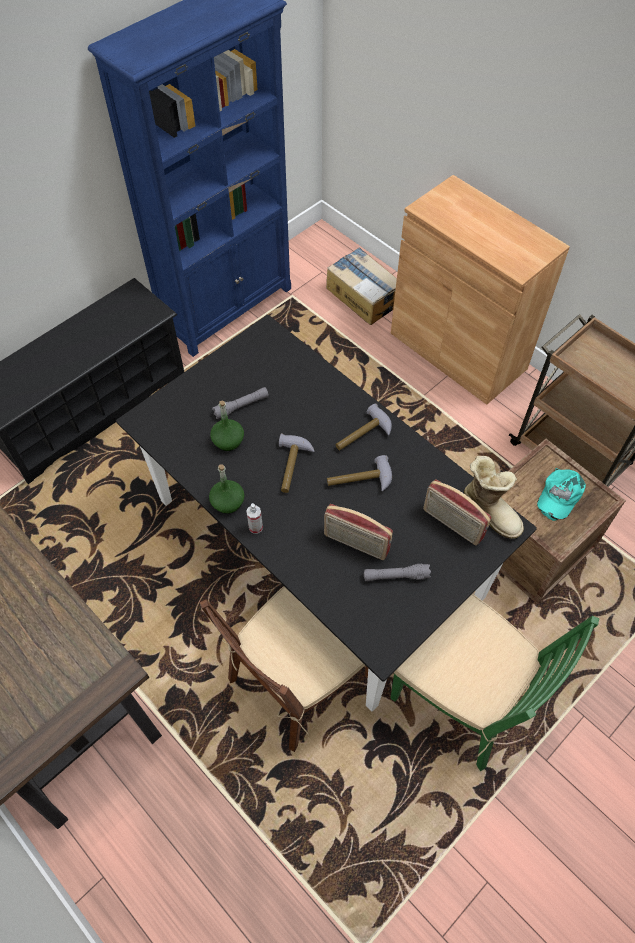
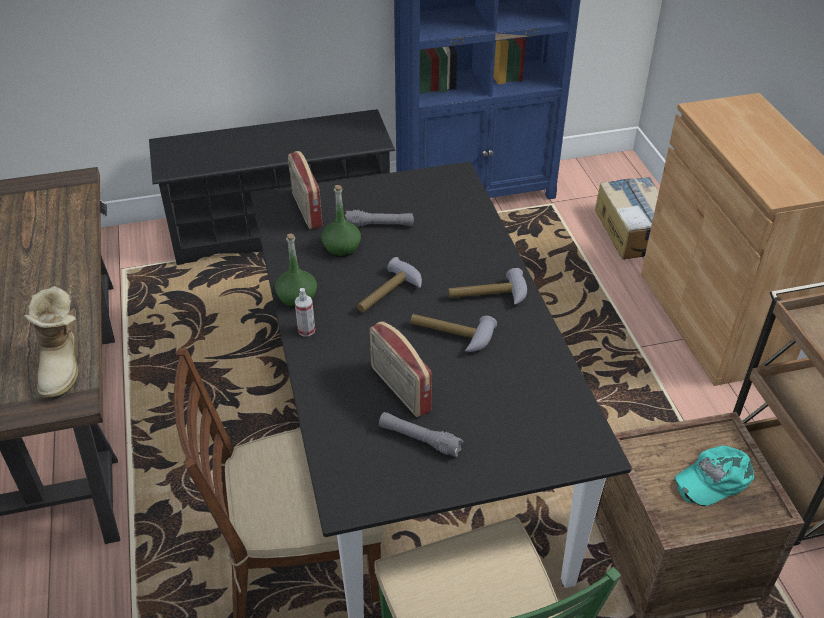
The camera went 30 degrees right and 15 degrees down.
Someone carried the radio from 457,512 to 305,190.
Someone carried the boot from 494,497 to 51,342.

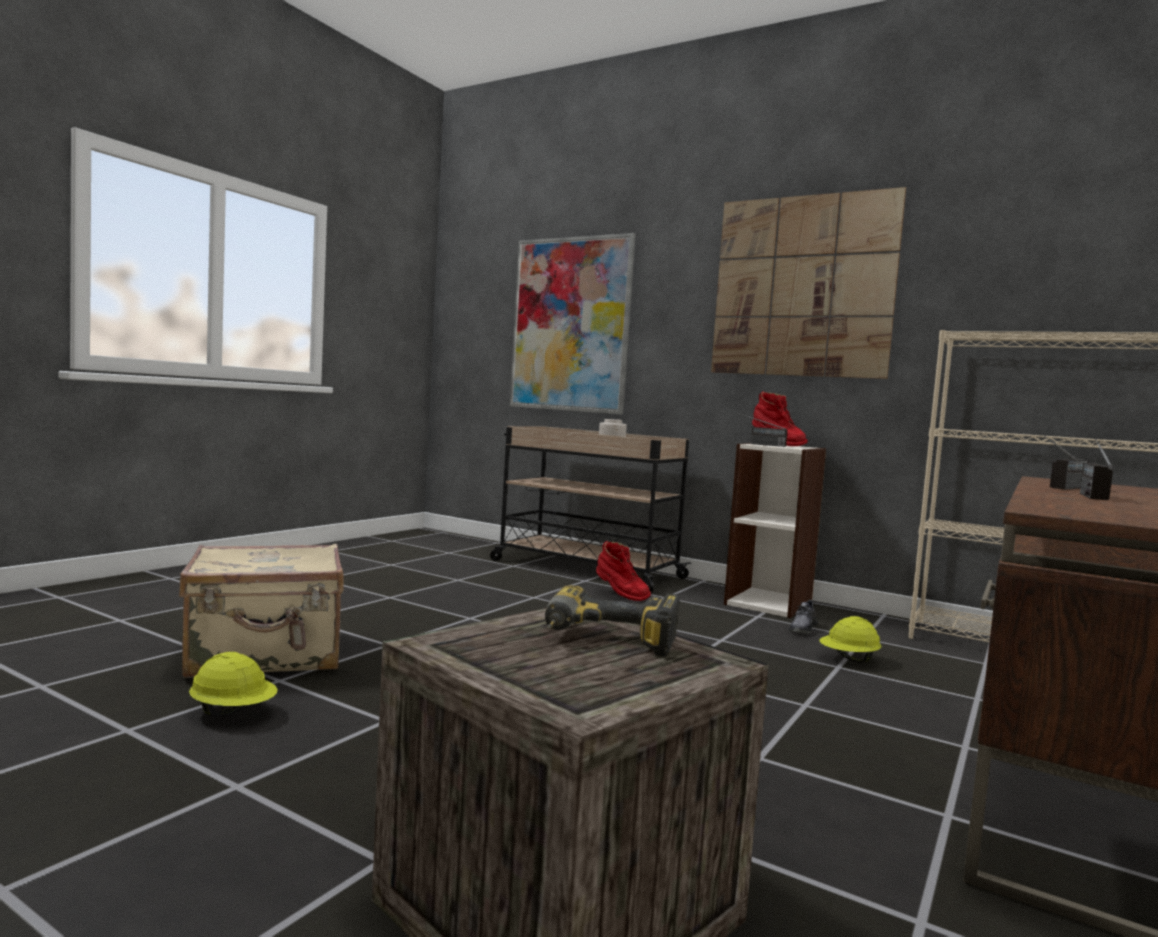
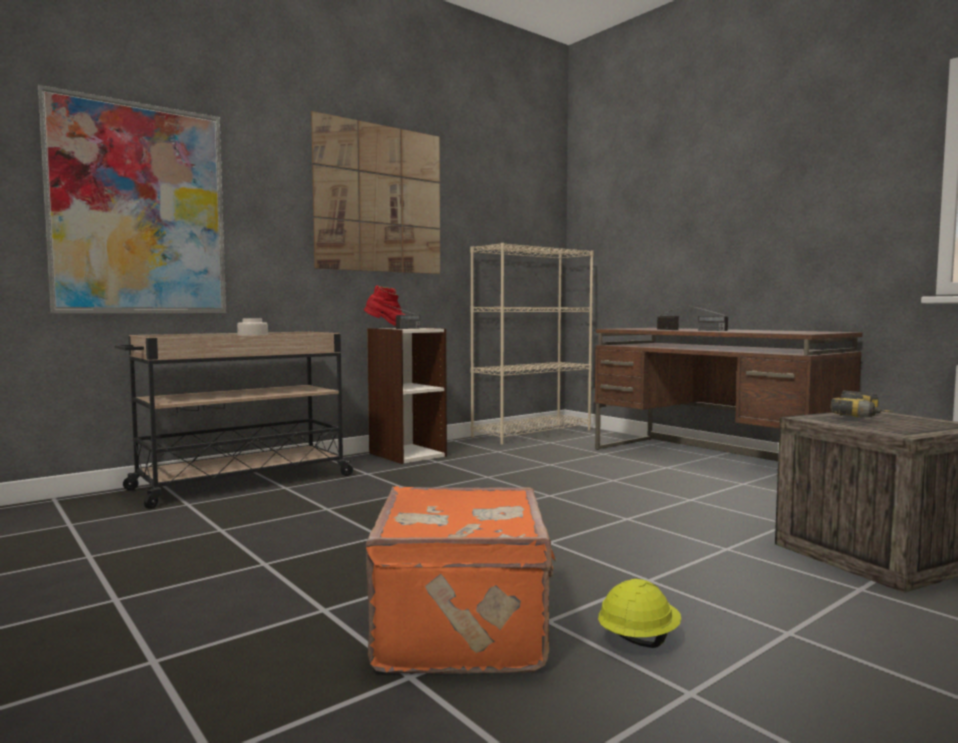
The camera went 70 degrees left and 0 degrees up.
Someone repainted the beige-coloured suitcase at 261,611, which became the orange-coloured suitcase at 461,580.
Someone took away the reddish boot at 623,571.
Someone took away the grey low shoe at 803,617.
Someone took away the yellowish safety helmet at 850,639.

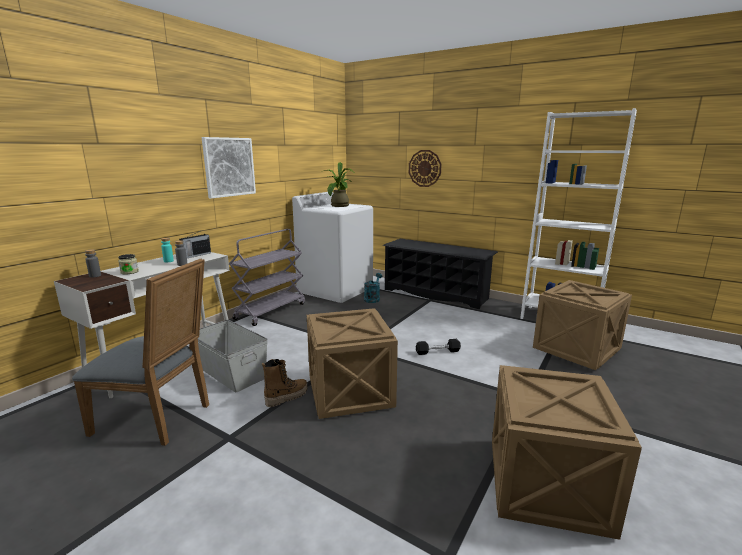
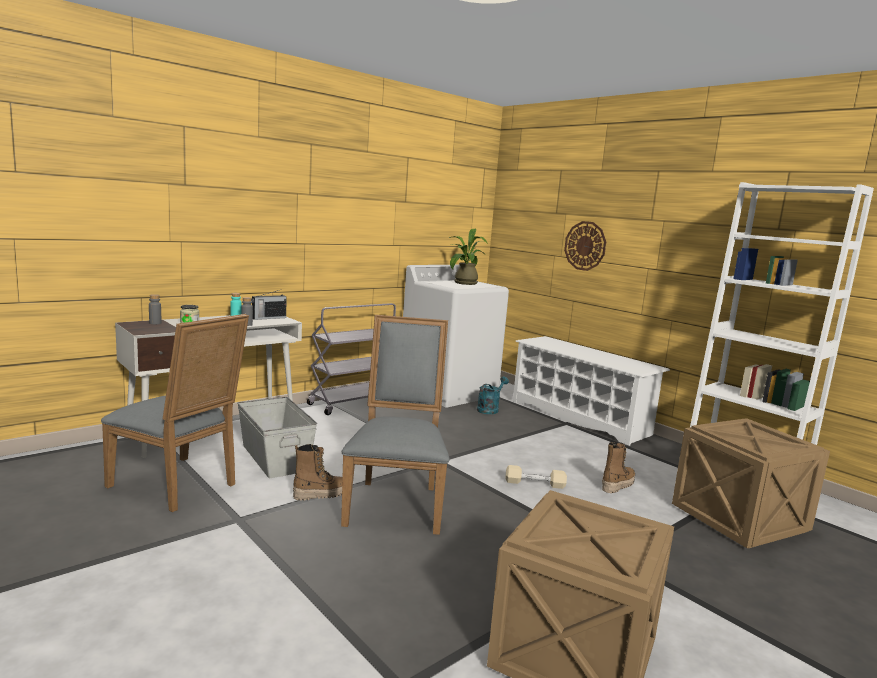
The camera went 15 degrees right and 5 degrees down.
Someone took away the wall art at 229,168.
Someone swapped the shipping crate at 352,363 for the grey plain chair at 395,425.
Someone repainted the blackish shoe shelf at 440,274, which became the white shoe shelf at 591,391.
Someone repainted the blackish dumbbell at 438,347, which became the beige-coloured dumbbell at 536,477.
Someone put down the boot at 618,467.

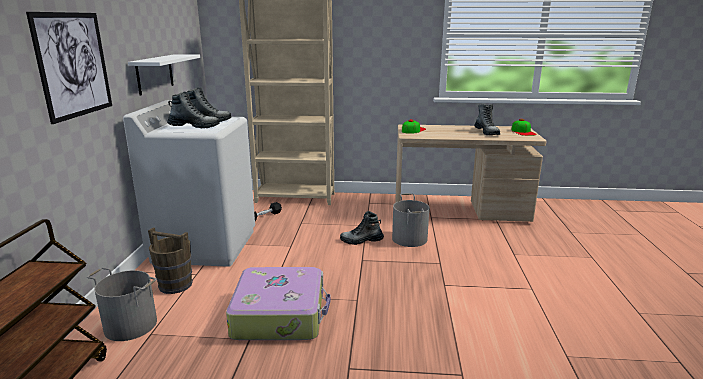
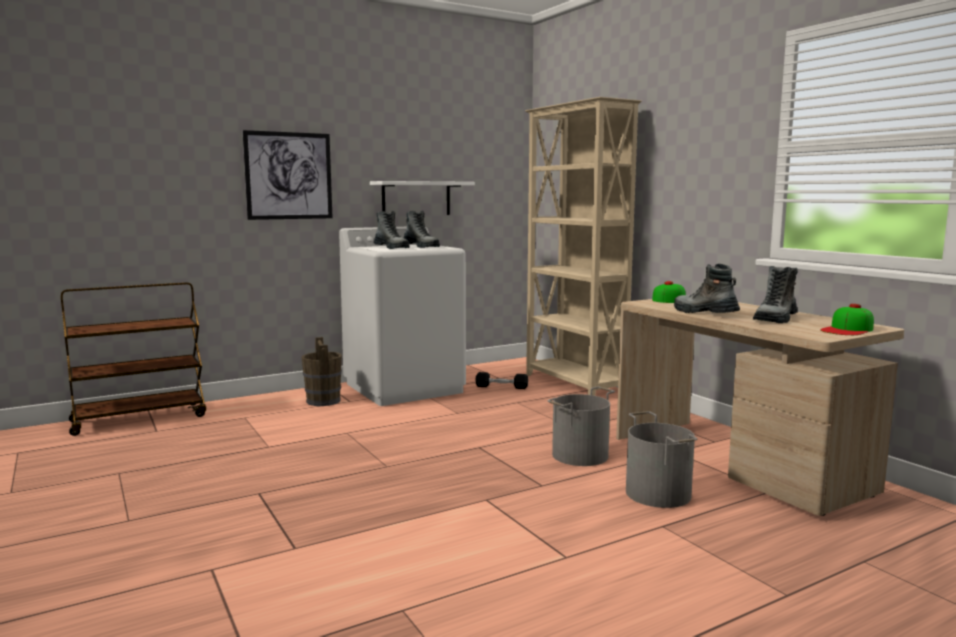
The camera went 55 degrees right and 10 degrees down.
Someone carried the grey water bucket from 122,304 to 662,459.
Someone took away the suitcase at 278,303.
Someone carried the boot from 362,228 to 707,288.

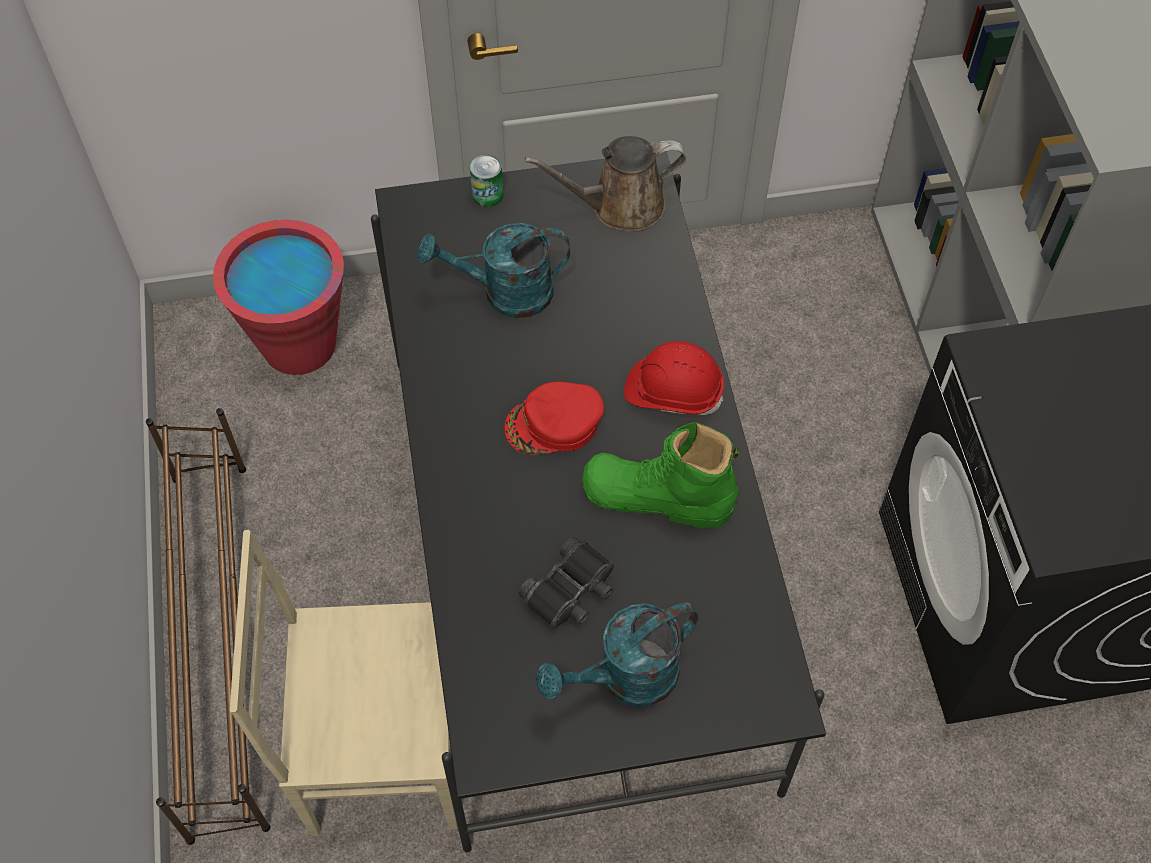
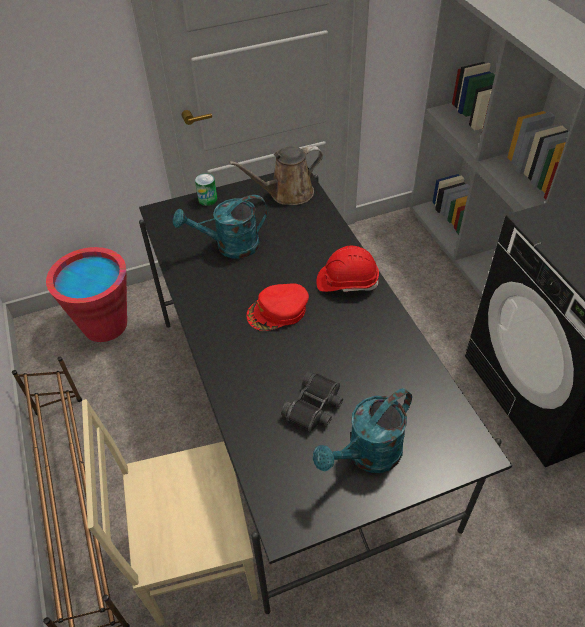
The camera went 10 degrees left and 10 degrees down.
Someone took away the green boot at 660,475.

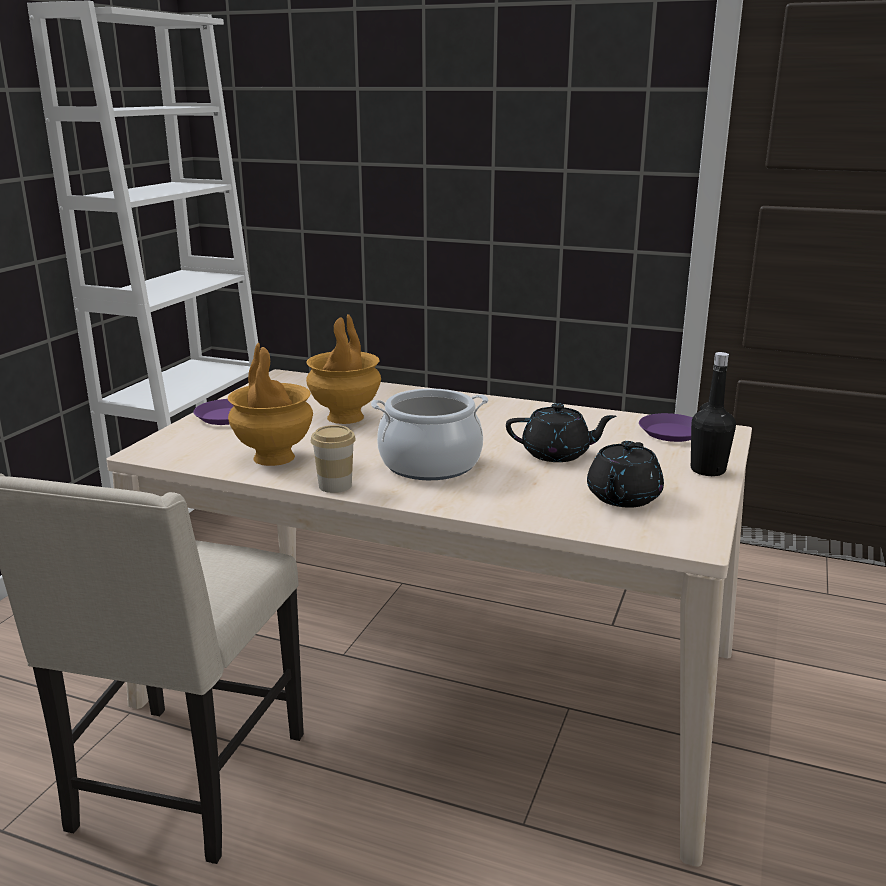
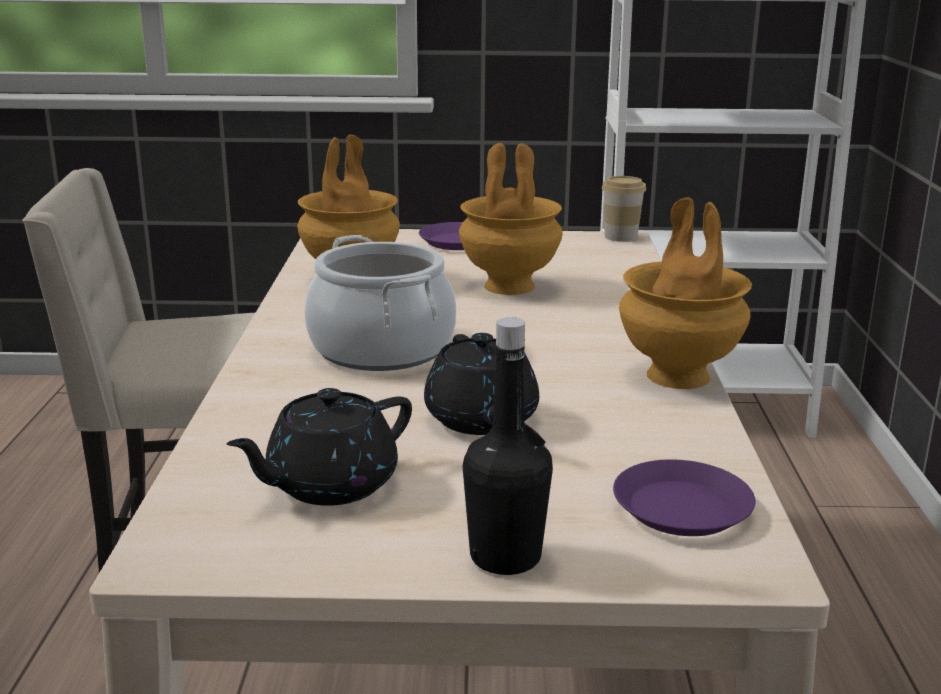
The camera went 70 degrees right and 0 degrees up.
Someone carried the drinking cup from 333,459 to 624,209.
Someone rotated the blackish tea pot at 625,474 by 45 degrees counterclockwise.
Someone put down the brownish flower vase at 685,293.

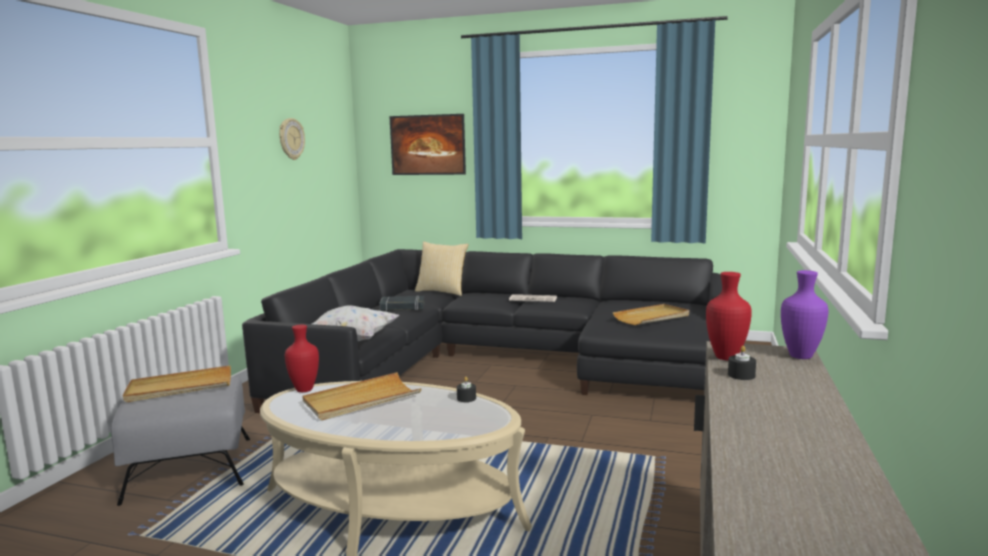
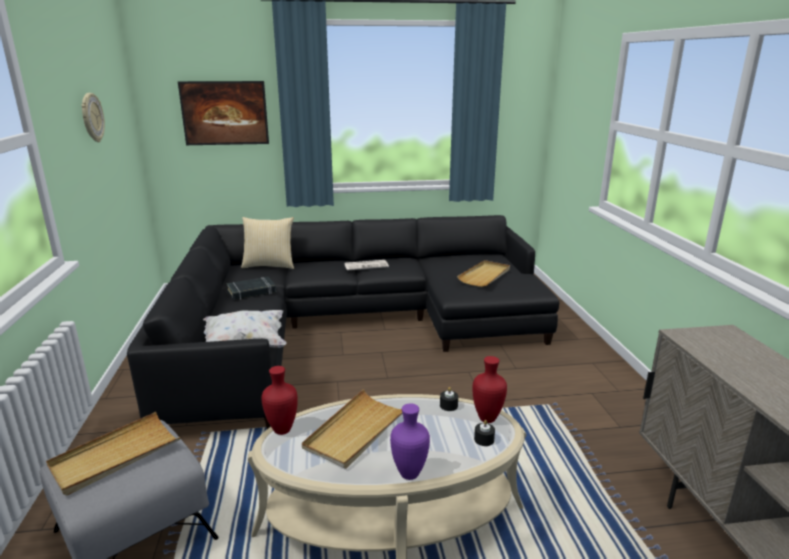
The camera went 25 degrees left and 10 degrees up.
Someone carried the reddish flower vase from 729,316 to 490,389.
Someone carried the blackish candle from 742,363 to 484,433.
Someone carried the purple-coloured flower vase from 804,314 to 410,441.

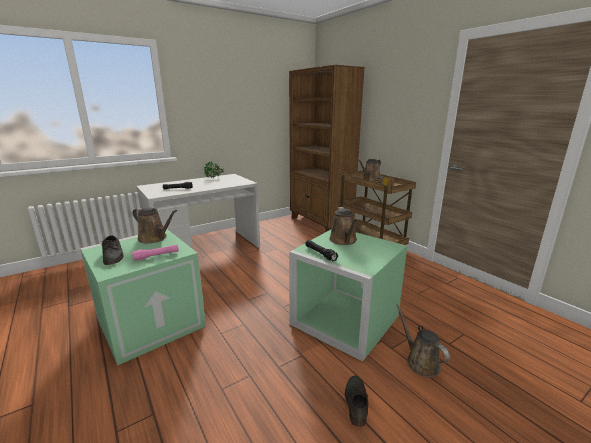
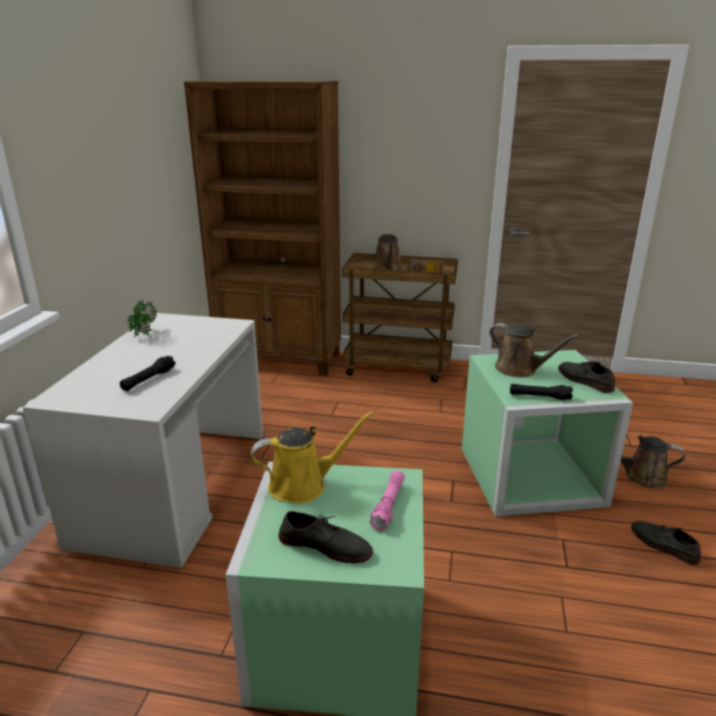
The camera went 45 degrees left and 5 degrees up.
Someone repainted the brownish watering pot at 154,225, which became the yellowish watering pot at 312,458.
Someone put down the grey low shoe at 586,377.

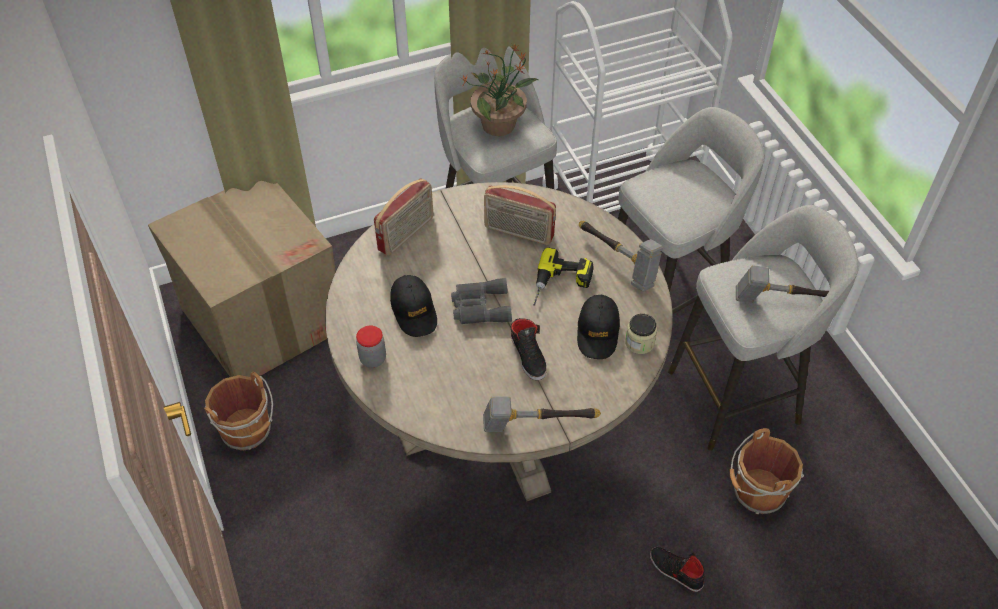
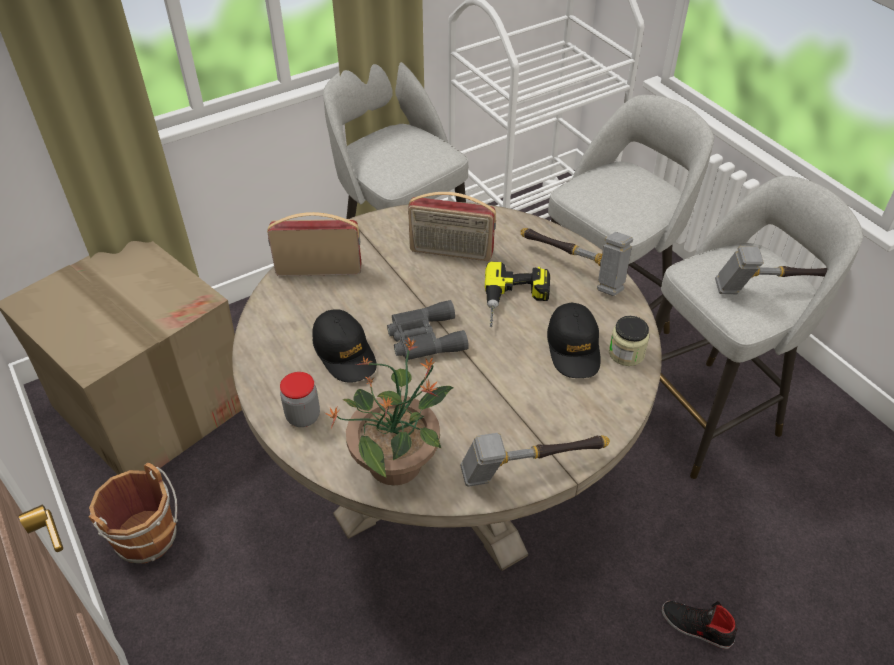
The camera went 10 degrees left and 5 degrees down.
Someone rotated the radio at 404,217 by 120 degrees counterclockwise.
Someone carried the plant in a pot from 499,90 to 389,411.
Someone took away the blackish low shoe at 529,349.
Someone took away the brownish water bucket at 766,471.

